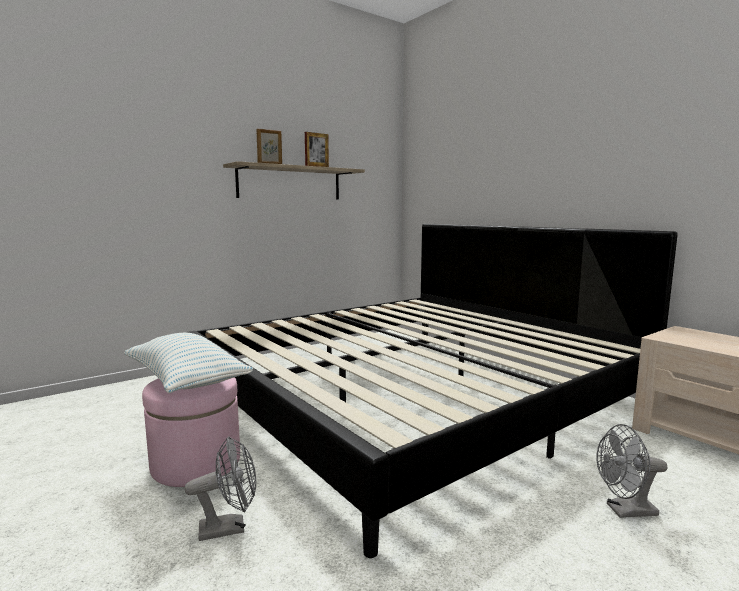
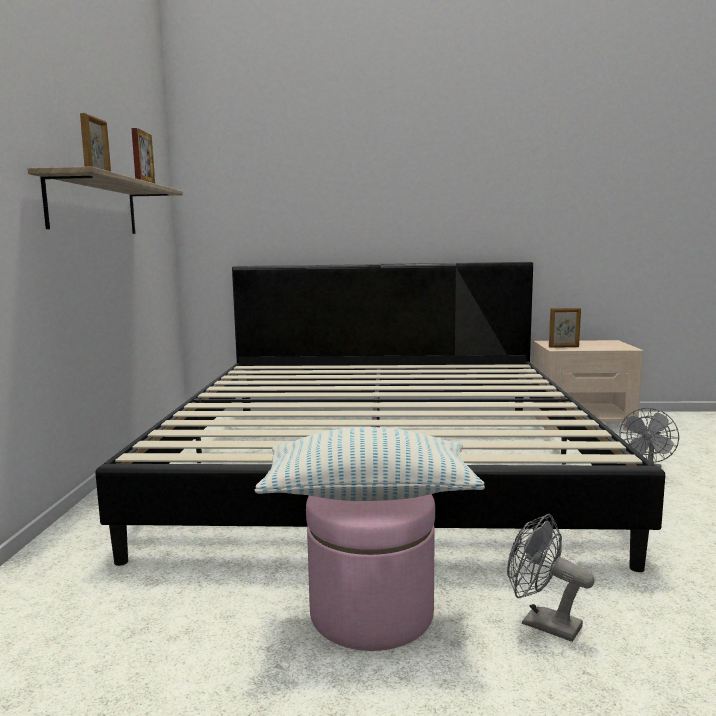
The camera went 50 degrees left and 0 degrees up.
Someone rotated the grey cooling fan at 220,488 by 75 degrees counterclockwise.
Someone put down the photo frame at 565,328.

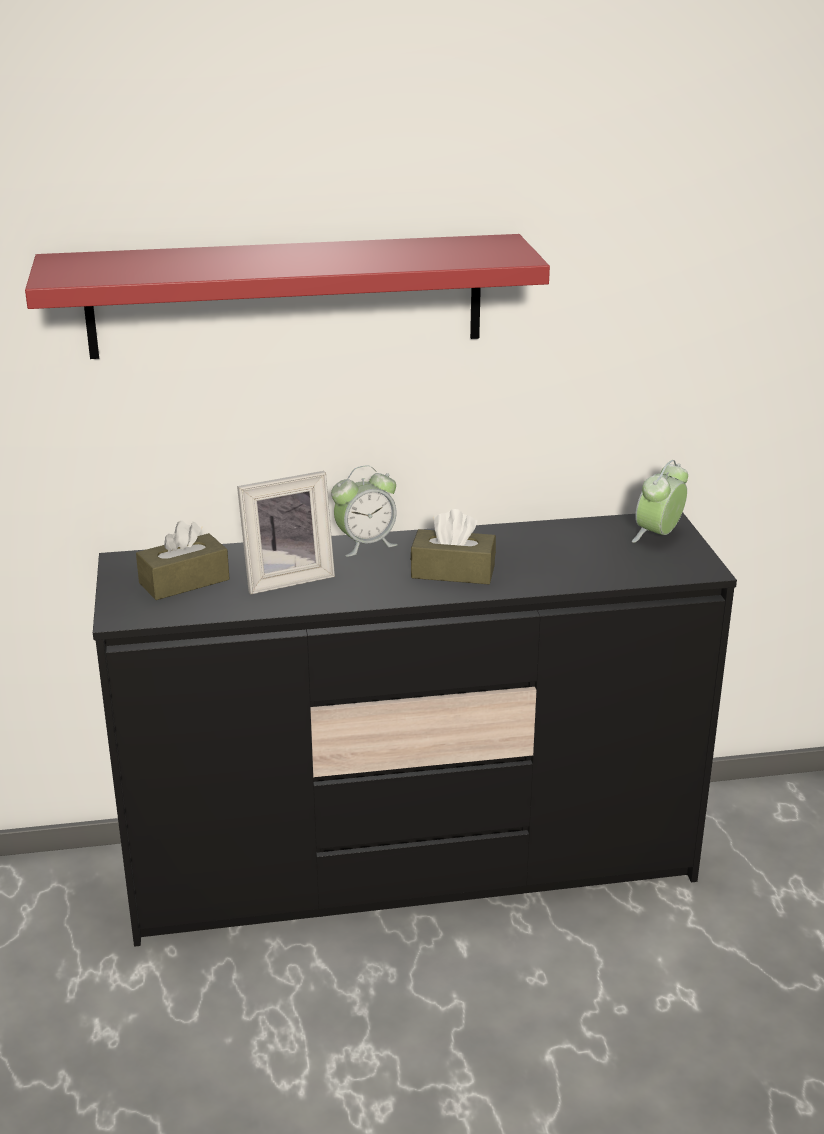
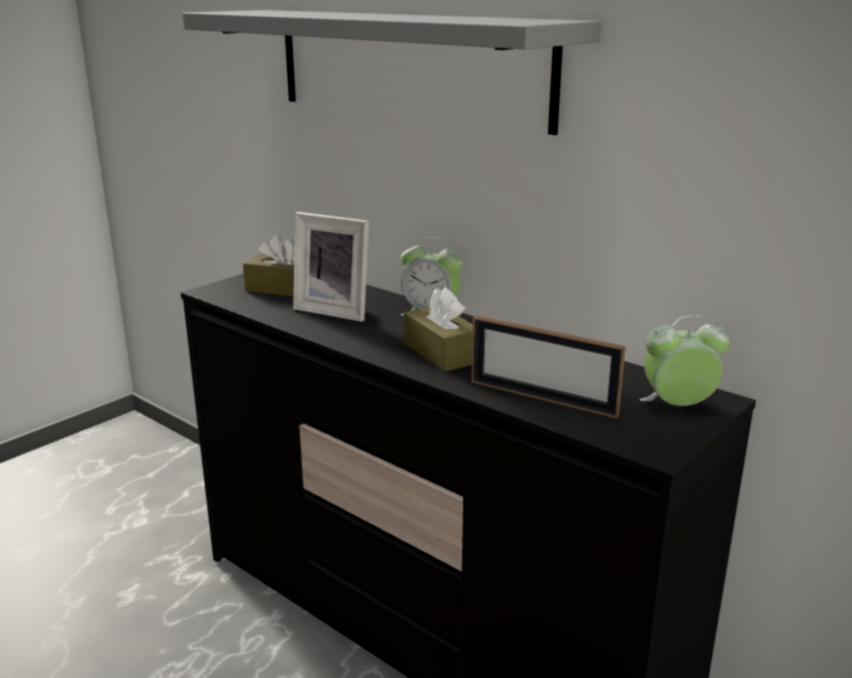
The camera went 50 degrees right and 5 degrees down.
Someone repainted the reddish shelf at 287,296, which became the grey shelf at 392,72.
Someone put down the photo frame at 548,367.

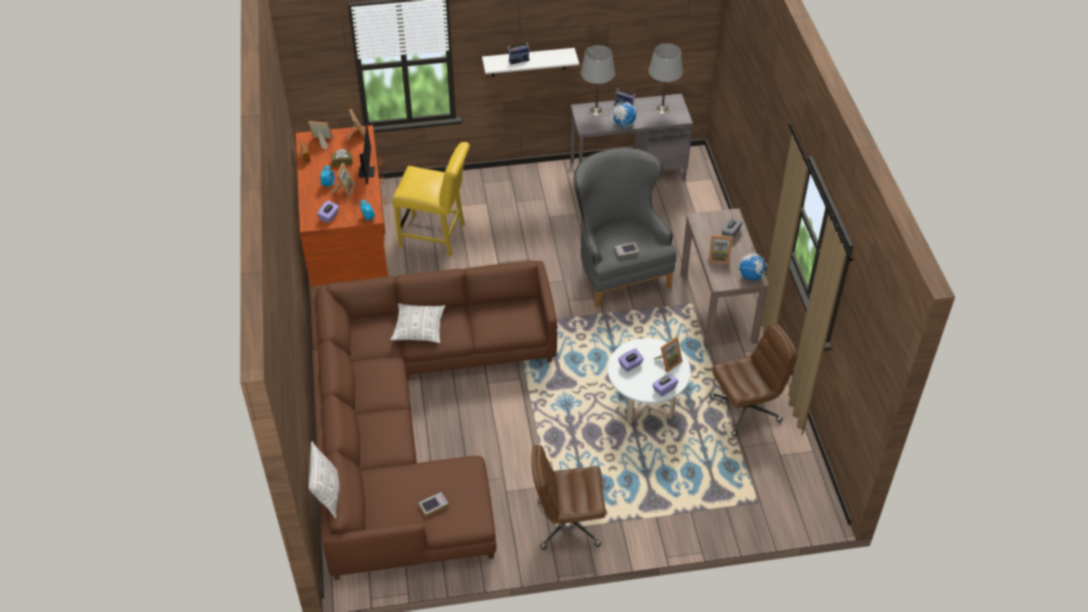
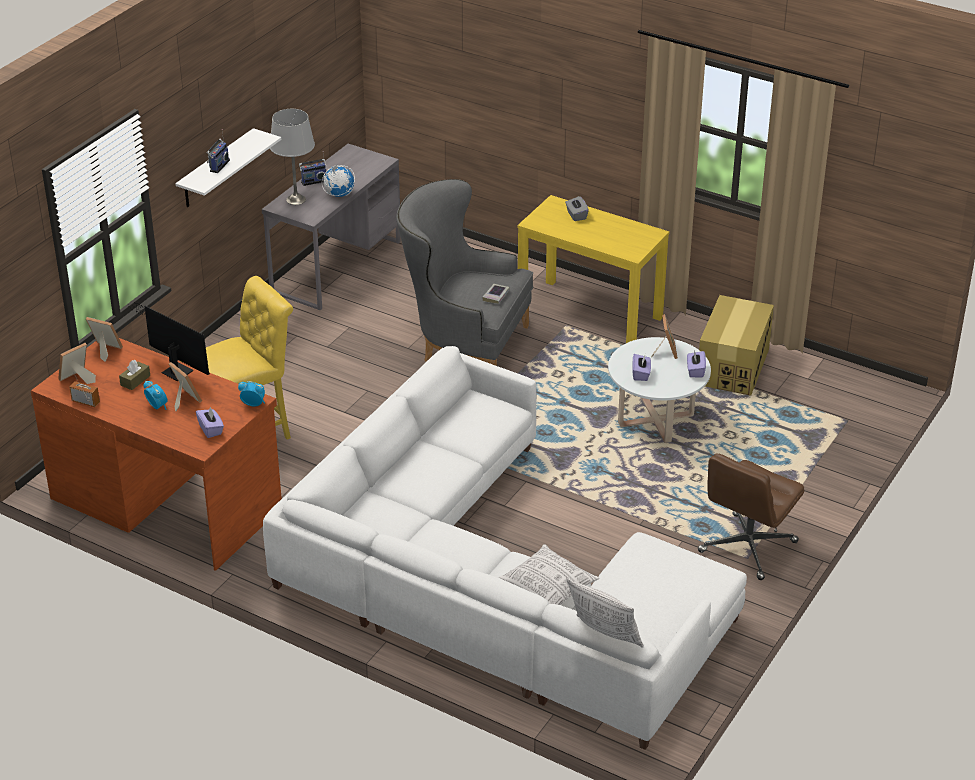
The camera went 50 degrees left and 10 degrees down.
Someone repainted the brownish sofa at 433,420, which became the white sofa at 505,548.
Someone carried the pillow from 418,323 to 548,574.
Someone took away the book at 434,504.
Someone took away the grey table lamp at 666,78.
Someone repainted the brownish console table at 725,279, which became the yellowish console table at 593,269.
Someone took away the photo frame at 720,249.
Someone swapped the brownish office chair at 753,380 for the cardboard box at 736,345.
Someone took away the world globe at 751,264.

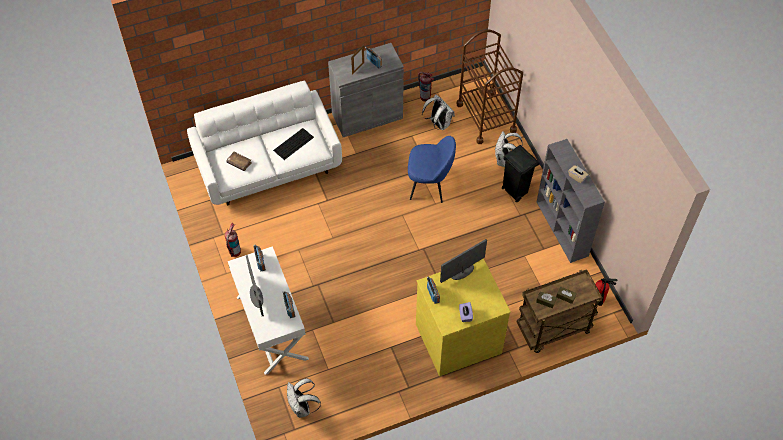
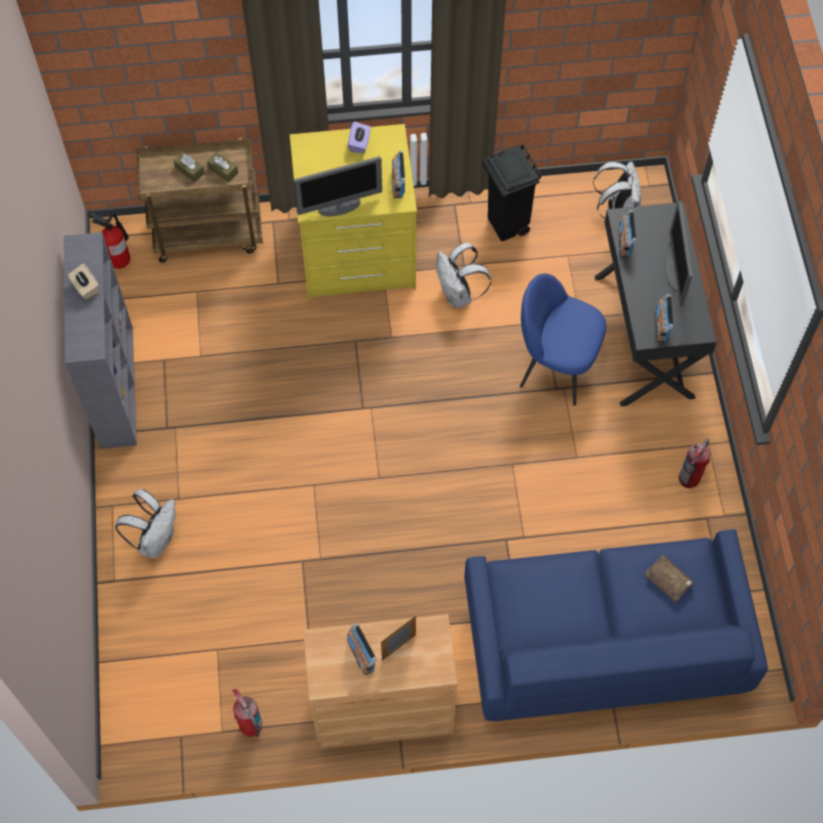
The camera went 165 degrees left and 5 degrees up.
Someone repainted the white sofa at 264,143, which became the bluish sofa at 616,625.
Someone repainted the white desk at 268,310, which became the blackish desk at 656,304.
Someone took away the PC keyboard at 293,144.
Someone repainted the grey cabinet at 366,90, which became the brownish cabinet at 380,681.
Someone carried the bluish plain chair from 432,169 to 563,340.
Someone carried the white knapsack from 438,112 to 463,275.
Someone took away the brownish wheeled cart at 489,86.
Someone carried the blackish waste bin from 521,173 to 512,192.

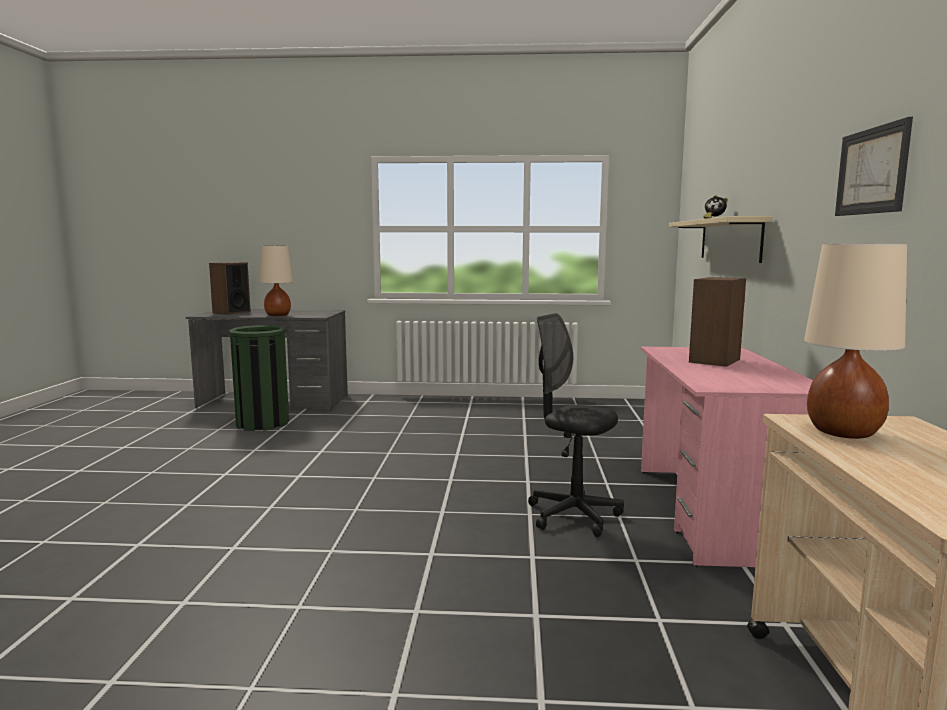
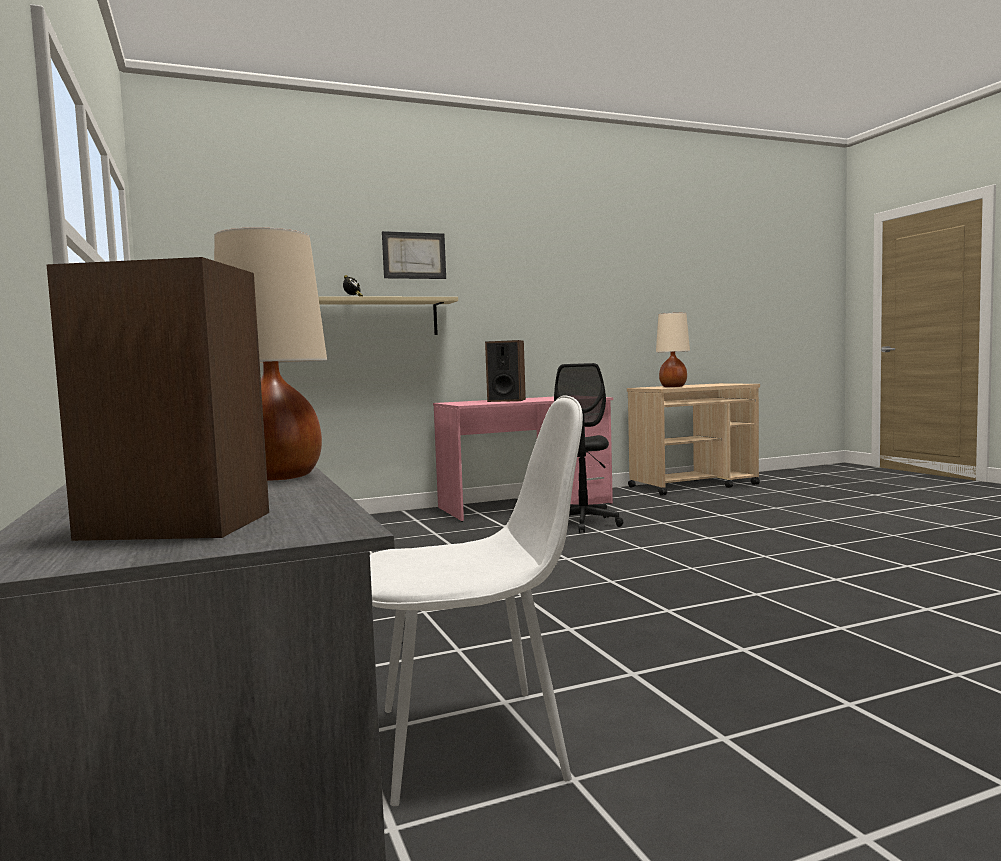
The camera went 115 degrees left and 5 degrees down.
Someone swapped the green waste bin at 258,378 for the white plain chair at 476,601.
Someone carried the wall art from 874,166 to 414,255.

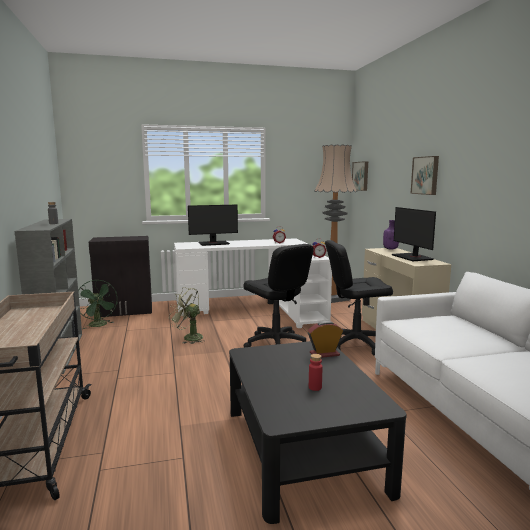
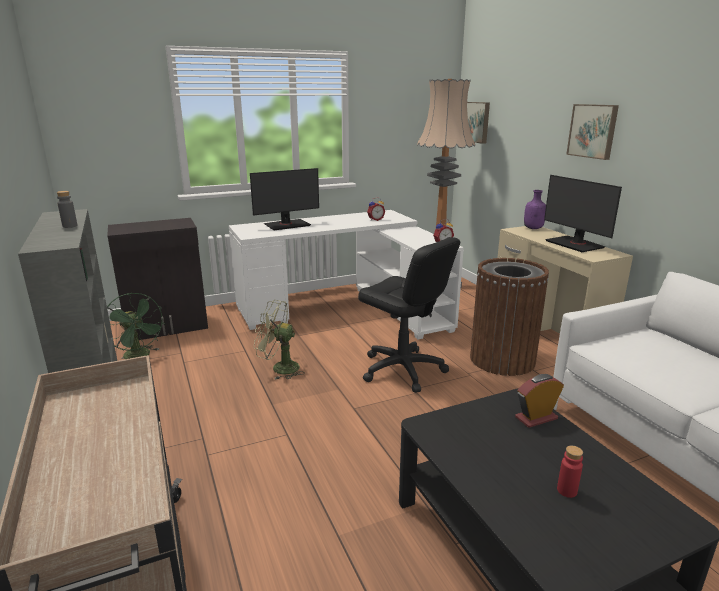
The camera went 10 degrees left and 10 degrees up.
Someone swapped the blackish office chair at 359,298 for the brownish waste bin at 509,317.

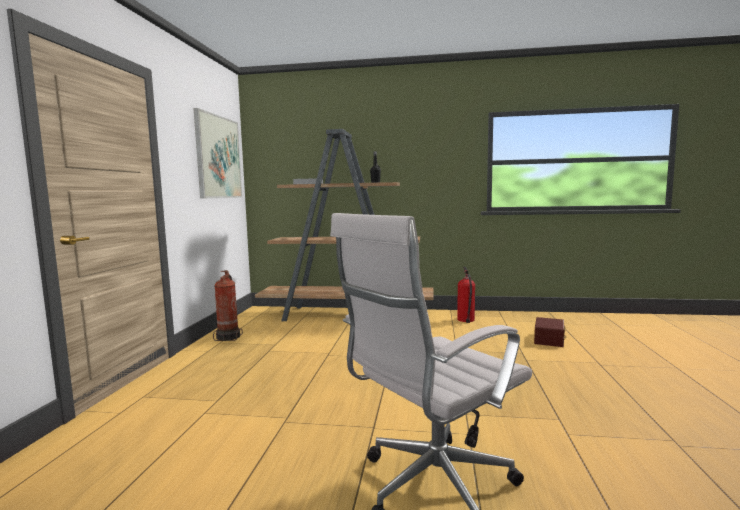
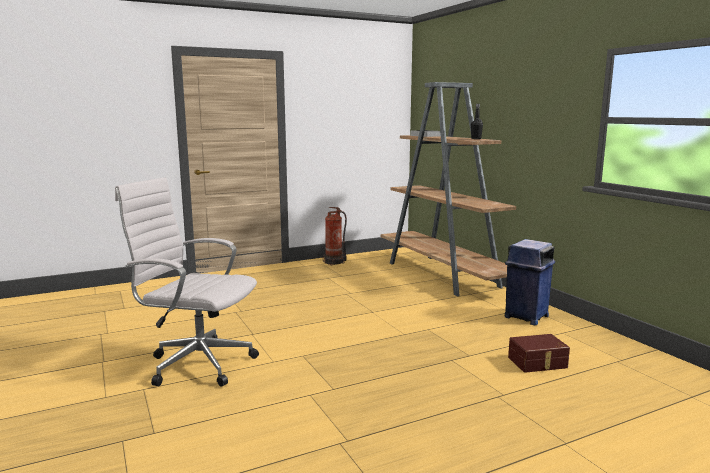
The camera went 55 degrees right and 5 degrees up.
Someone took away the wall art at 218,153.
Someone swapped the fire-fighting cylinder at 466,295 for the bluish waste bin at 530,282.

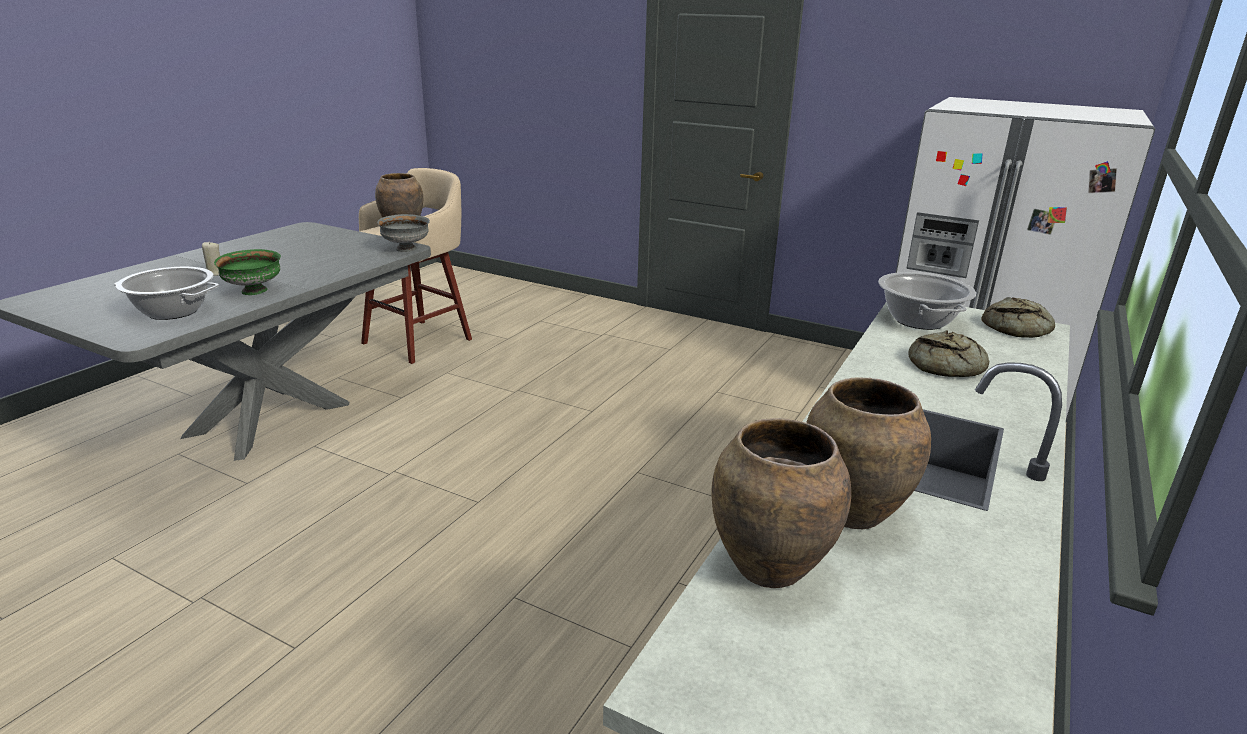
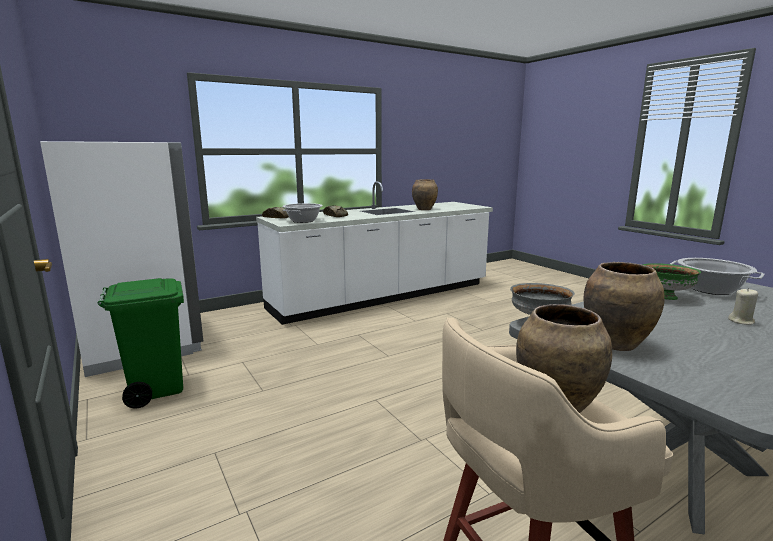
The camera went 150 degrees left and 10 degrees down.
Someone carried the brownish flower vase from 781,503 to 624,306.
Someone put down the green waste bin at 141,343.

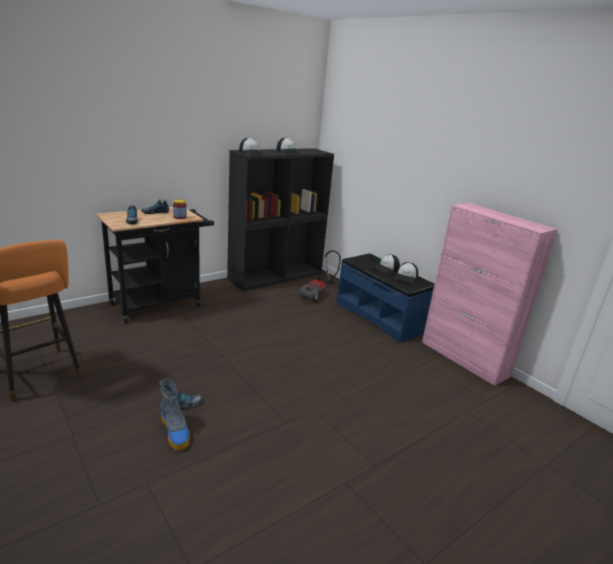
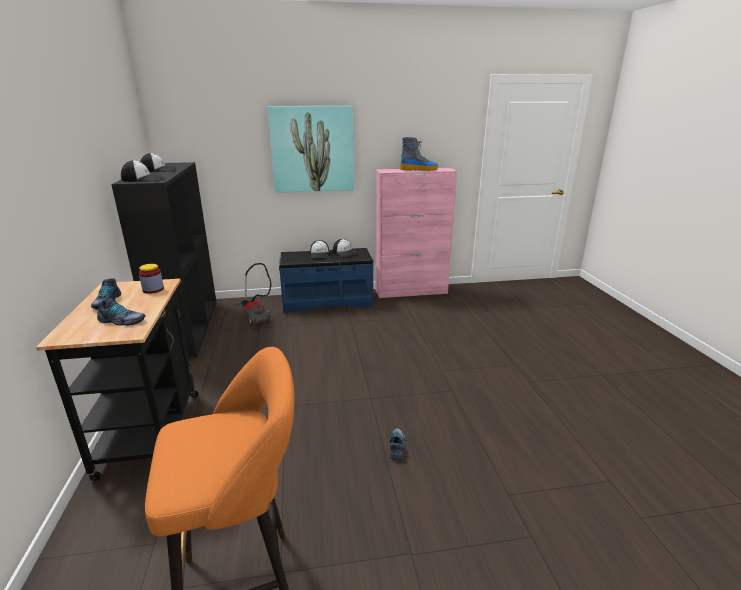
The camera went 60 degrees left and 0 degrees up.
Someone carried the boot from 174,415 to 419,154.
Someone put up the wall art at 311,149.

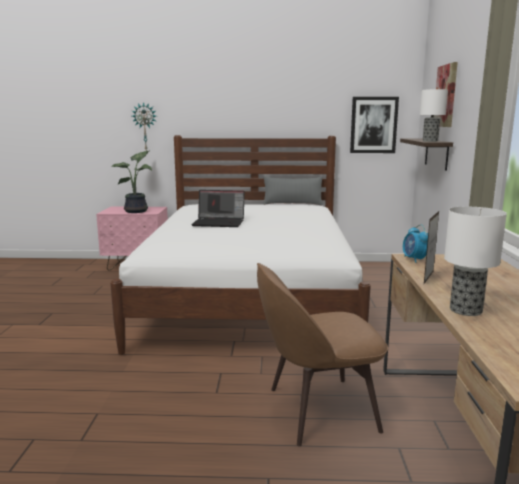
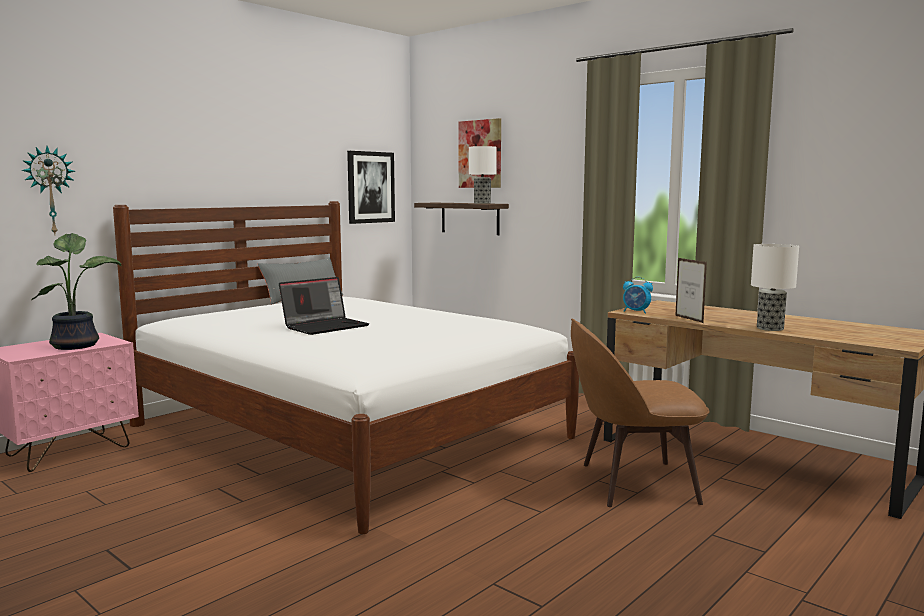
The camera went 50 degrees left and 5 degrees down.
Someone rotated the brownish plain chair at 322,354 by 60 degrees clockwise.

